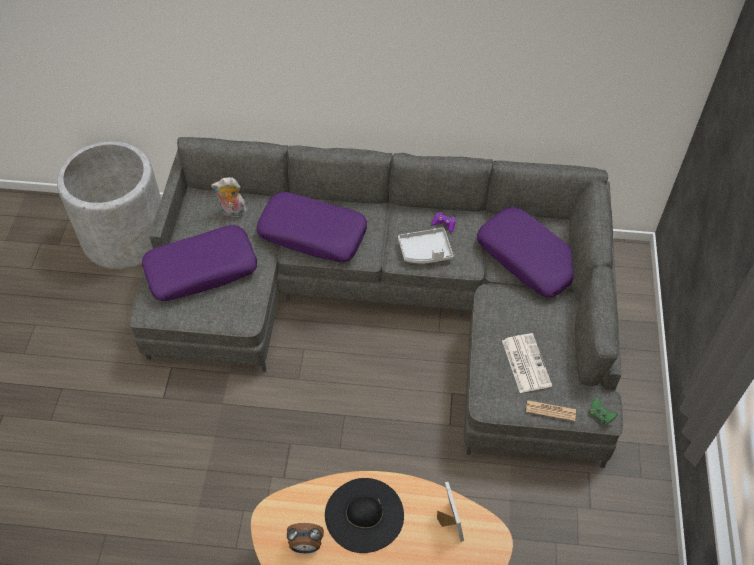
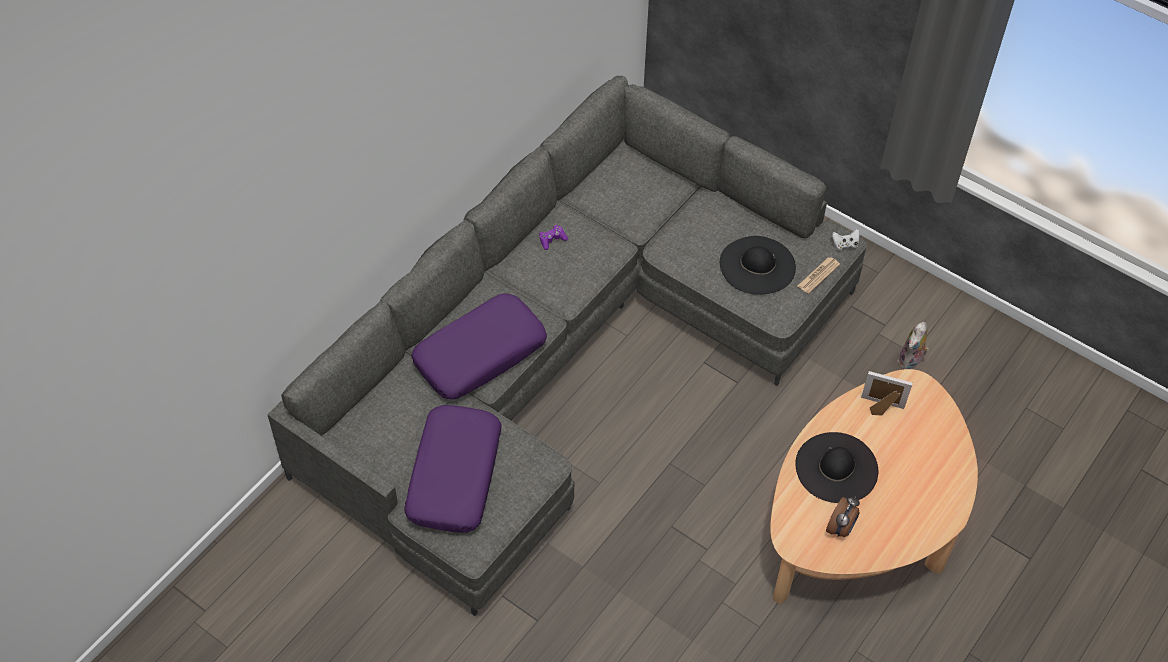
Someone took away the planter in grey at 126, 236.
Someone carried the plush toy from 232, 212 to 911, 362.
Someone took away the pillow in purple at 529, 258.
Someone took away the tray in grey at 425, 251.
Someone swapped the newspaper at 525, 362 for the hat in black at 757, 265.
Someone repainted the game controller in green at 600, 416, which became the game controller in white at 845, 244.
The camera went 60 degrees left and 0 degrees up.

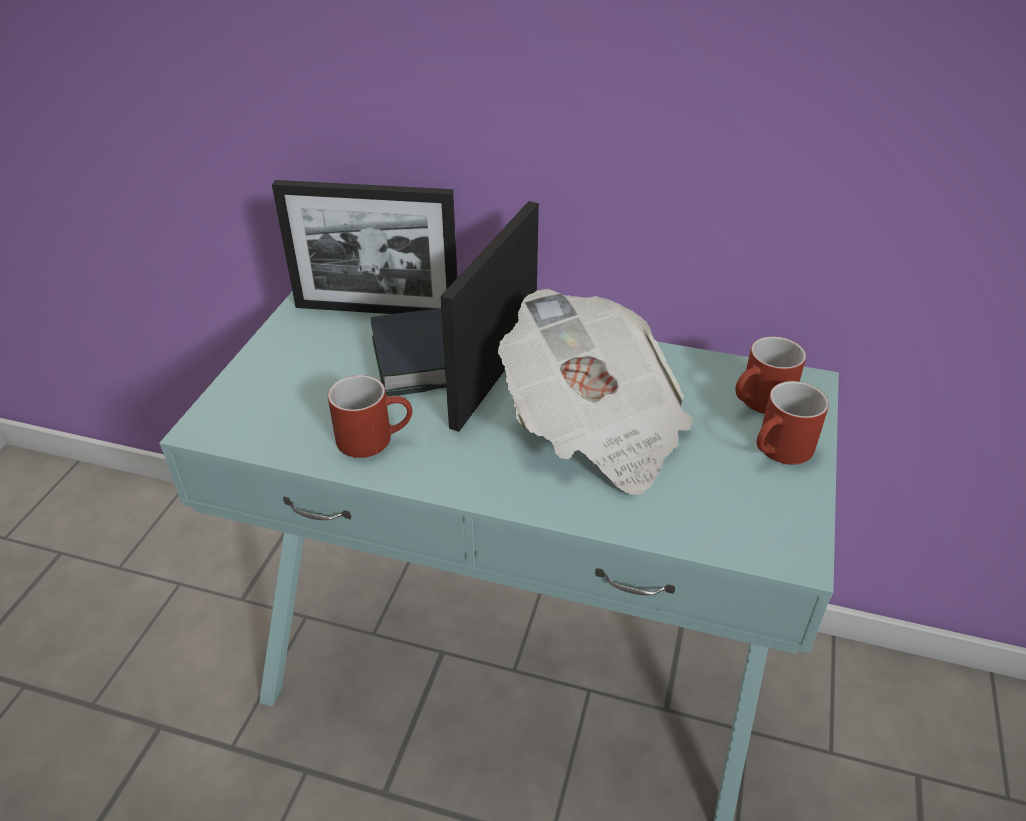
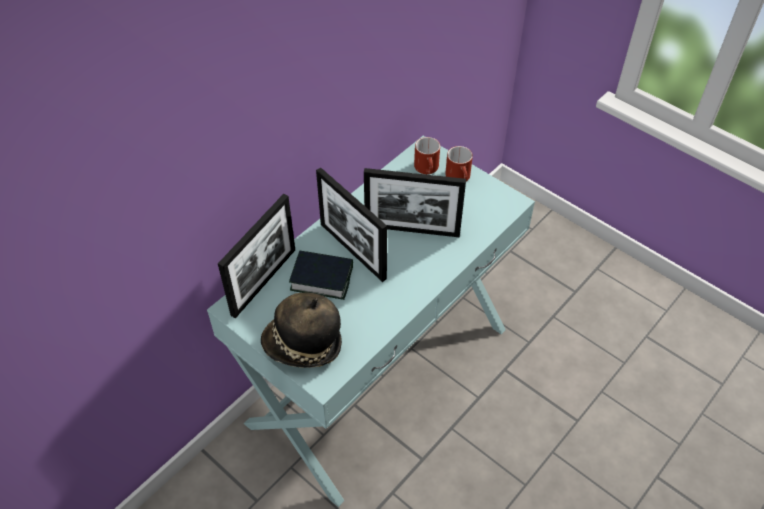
Someone swapped the newspaper at 595, 428 for the picture frame at 412, 230.
Someone took away the mug in red at 375, 437.
Someone put down the hat at 303, 345.
The camera went 65 degrees left and 10 degrees up.

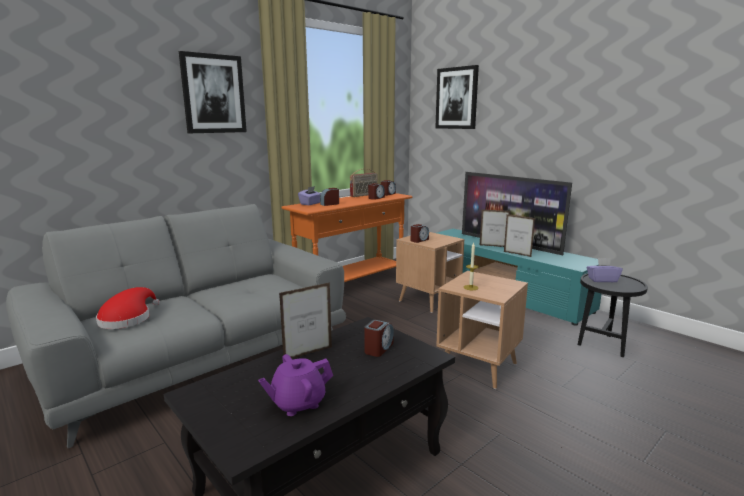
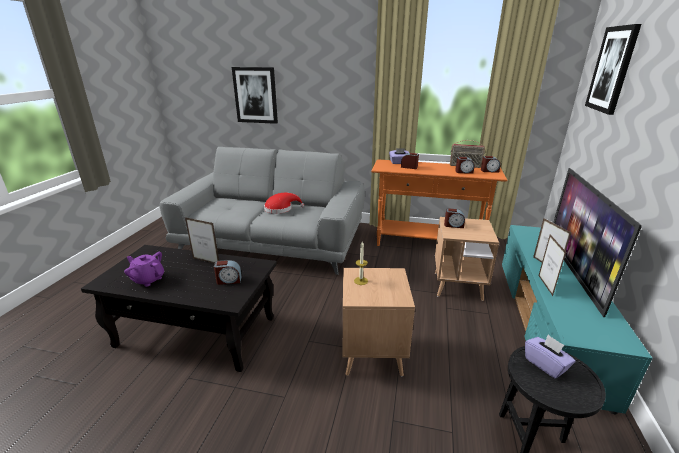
Someone carried the picture from 213, 94 to 255, 95.
Someone carried the hat in red from 127, 318 to 280, 209.
The camera went 55 degrees right and 10 degrees up.

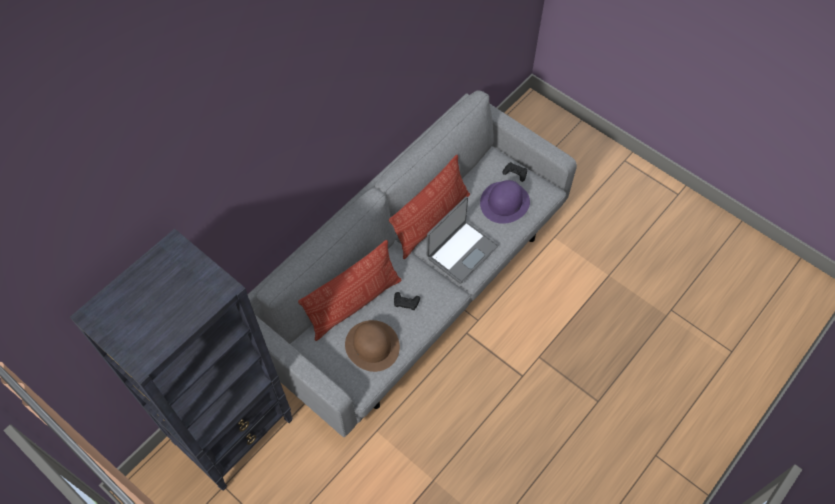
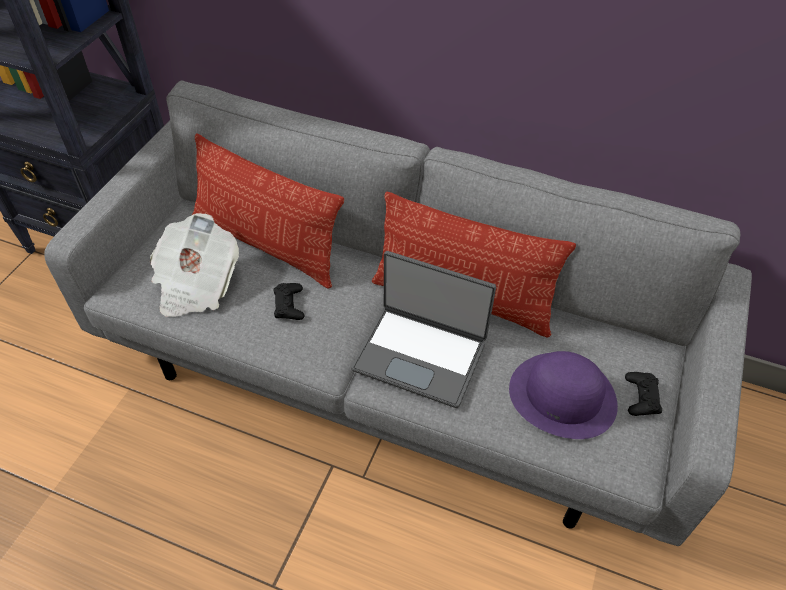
Someone swapped the hat in brown at 372, 345 for the newspaper at 196, 284.
The camera went 70 degrees right and 10 degrees down.

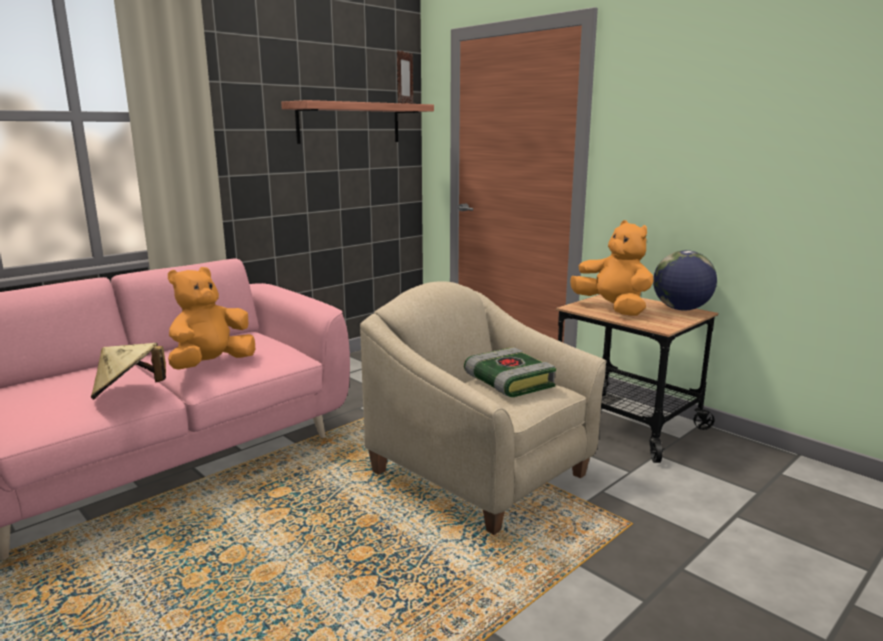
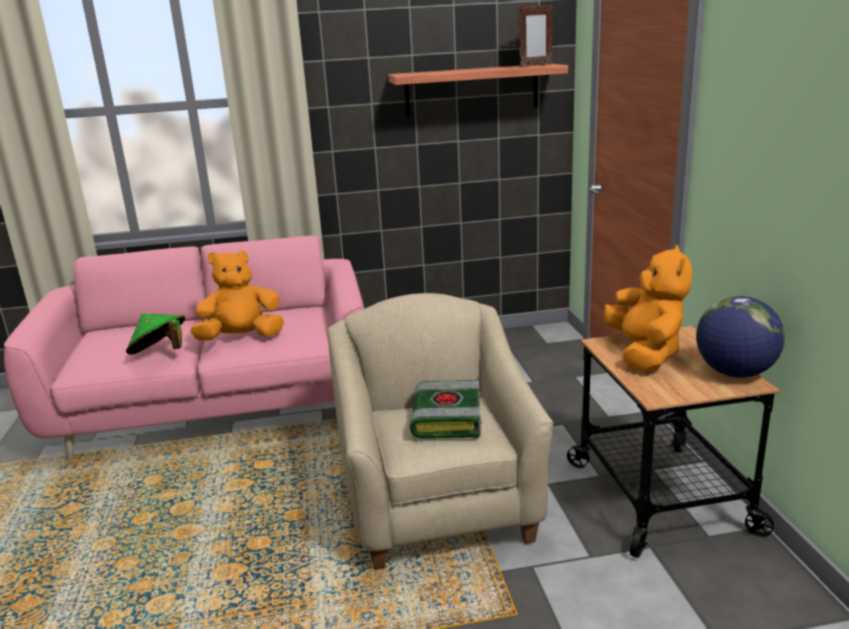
Someone repainted the hat in beige at 129, 393, which became the hat in green at 160, 353.
The camera went 35 degrees right and 5 degrees up.

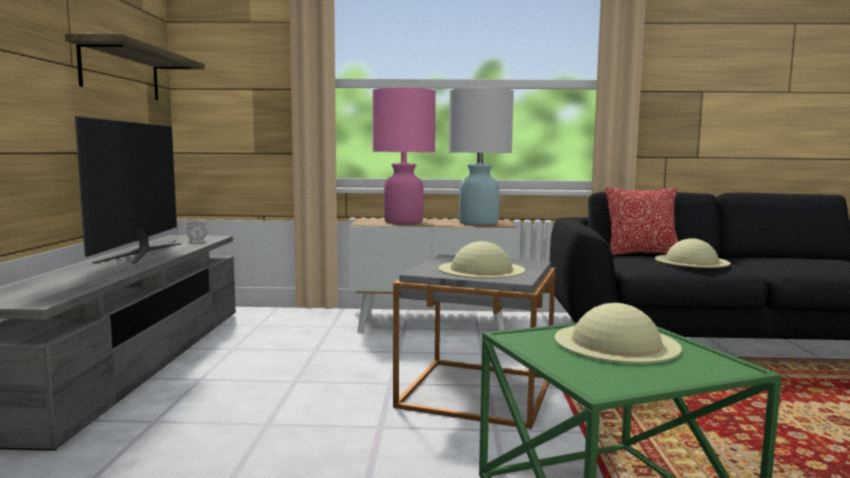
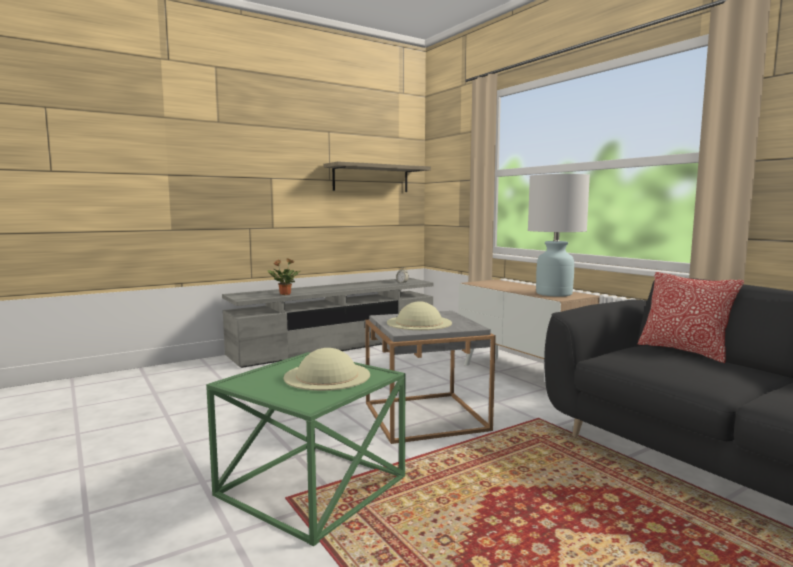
Someone took away the table lamp in pink at 403, 221.
Someone took away the television at 141, 252.
Someone took away the hat in beige at 691, 261.
Someone put down the potted plant at 284, 294.
The camera went 55 degrees right and 0 degrees up.

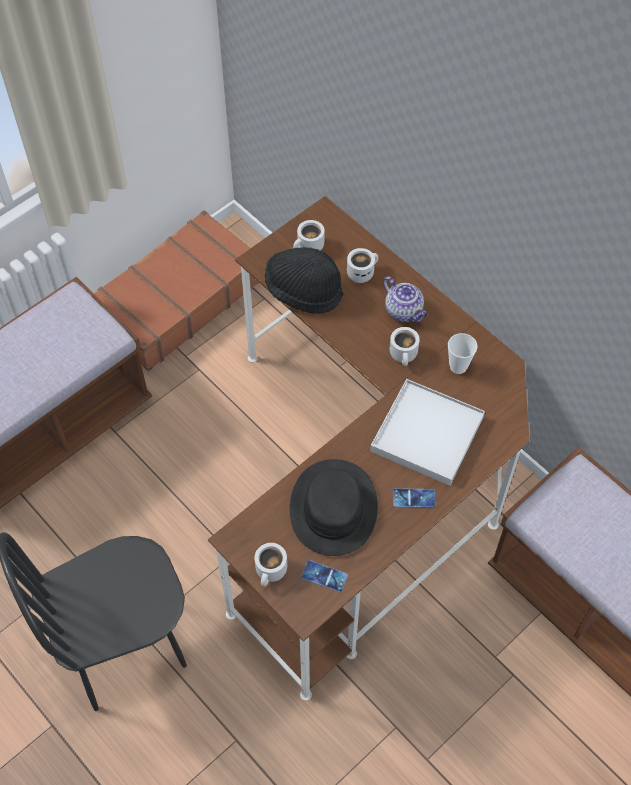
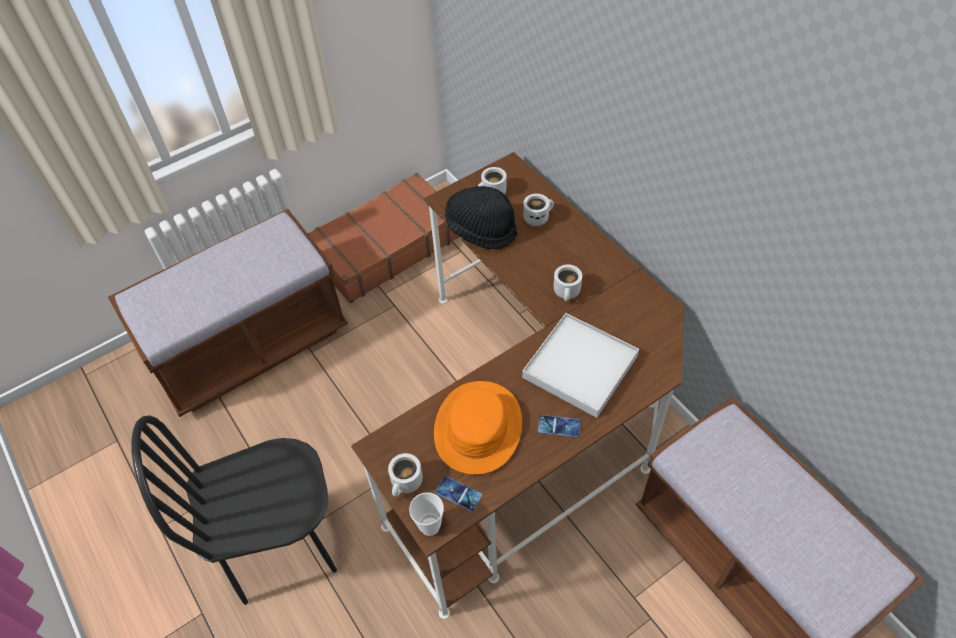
Someone took away the teapot at 404, 311.
Someone carried the cup from 458, 367 to 430, 526.
Someone repainted the hat in black at 333, 508, which became the hat in orange at 477, 428.
The camera went 10 degrees right and 5 degrees down.

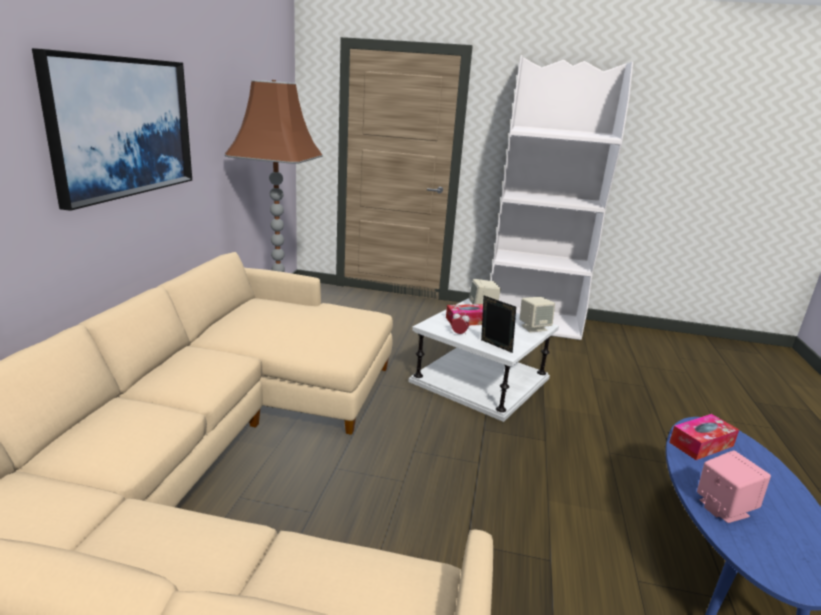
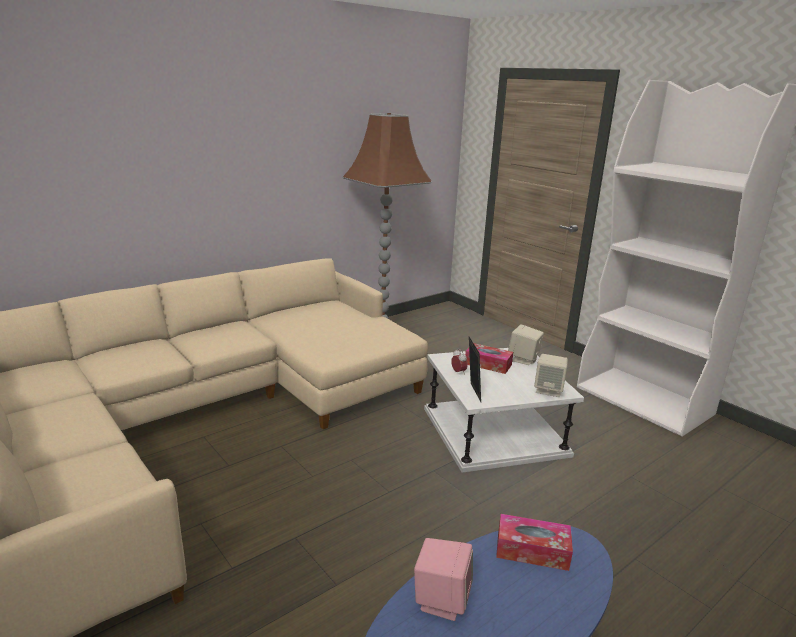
Someone took away the picture at 123, 127.
The camera went 40 degrees right and 0 degrees up.

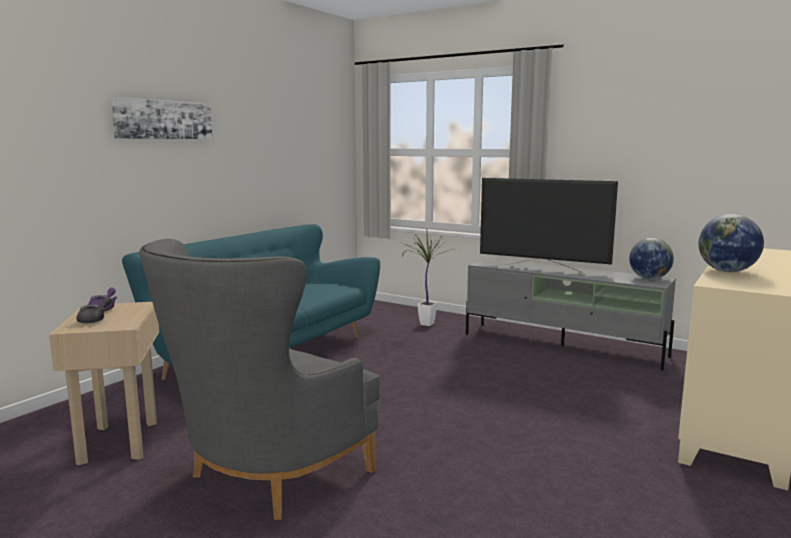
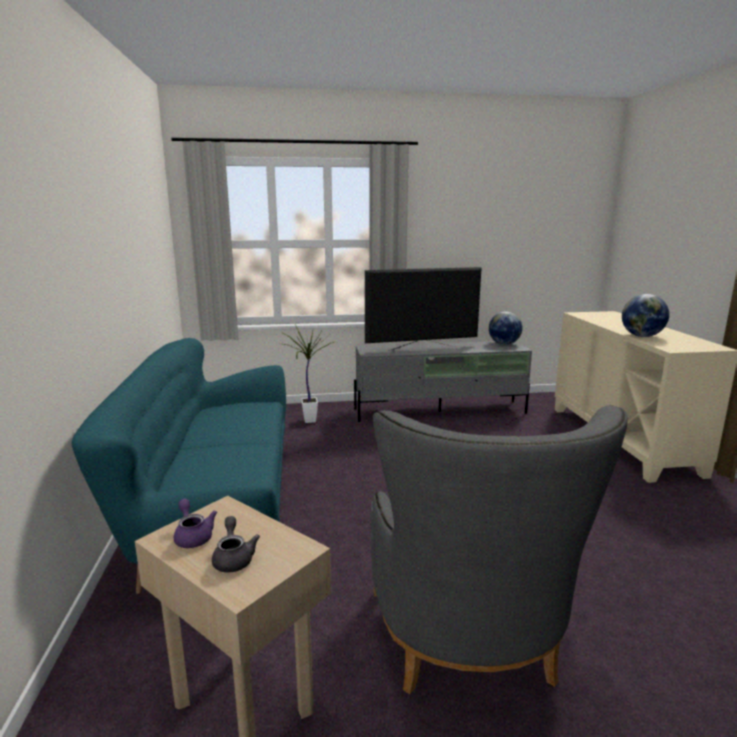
Someone took away the picture at 163, 119.
The camera went 40 degrees left and 5 degrees up.

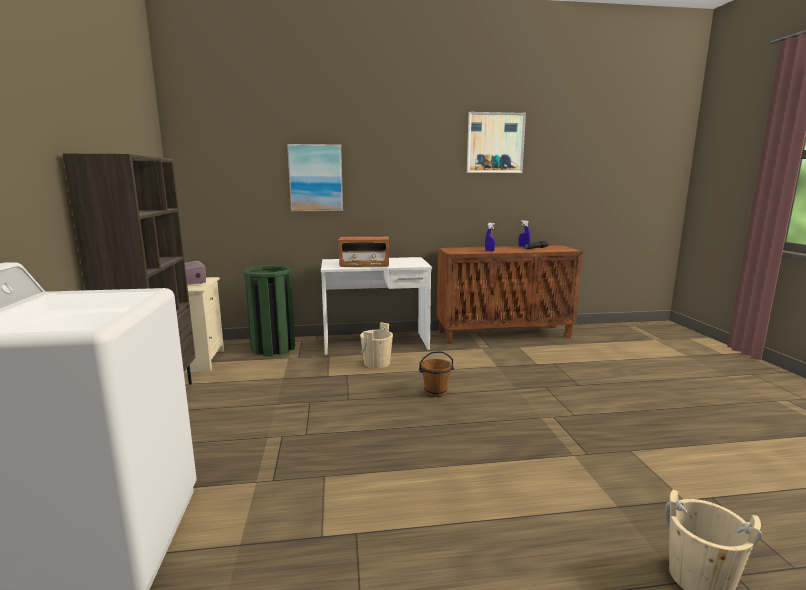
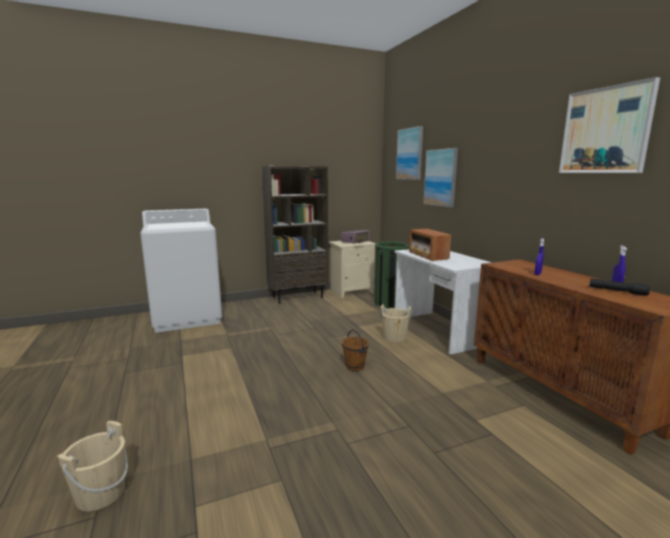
Someone put up the picture at 410, 154.
The camera went 75 degrees right and 0 degrees up.

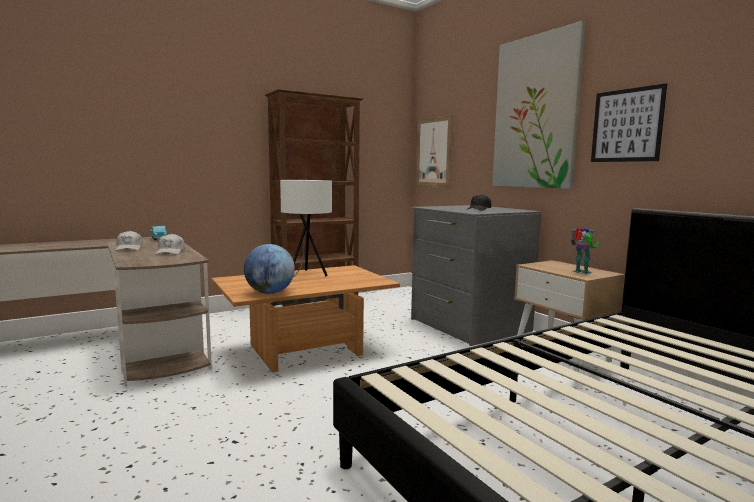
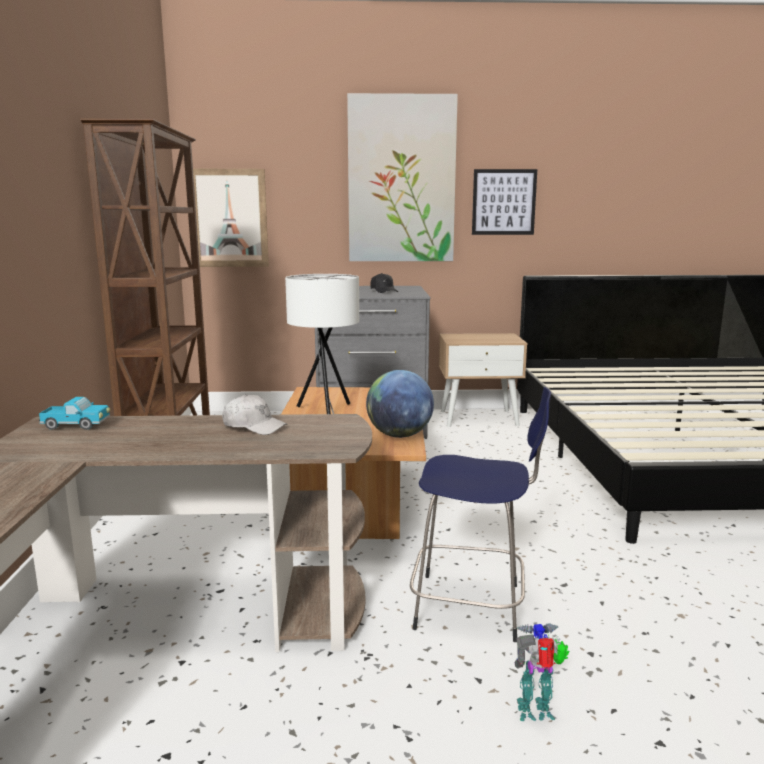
Someone carried the toy robot from 582, 272 to 537, 713.
Someone took away the cap in white at 129, 248.
Someone put down the stool in blue at 472, 607.
The camera went 60 degrees left and 5 degrees up.

